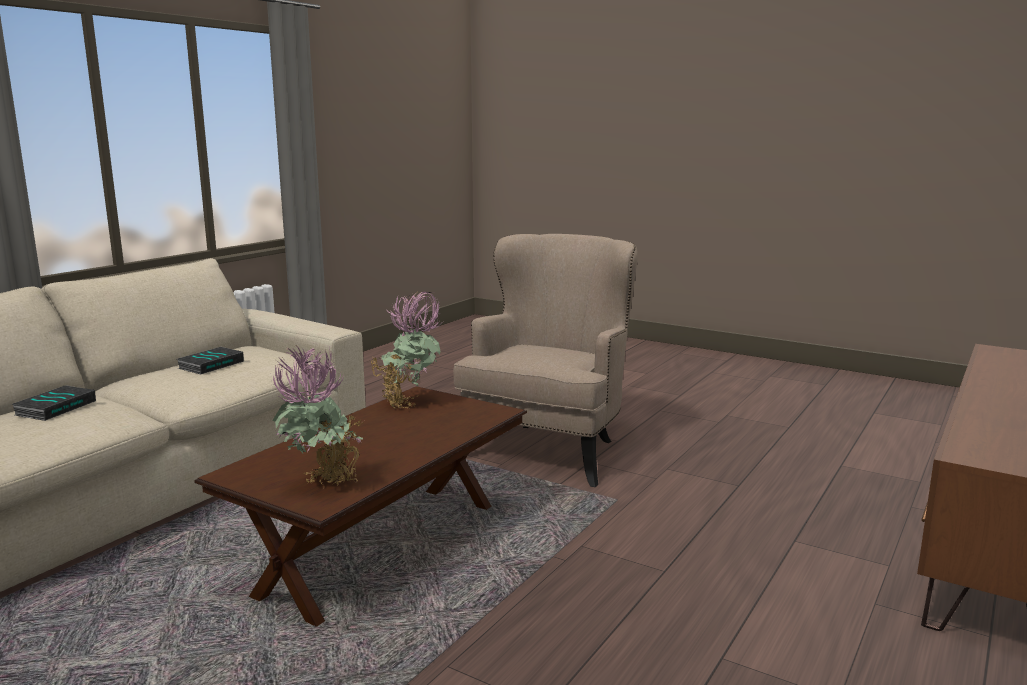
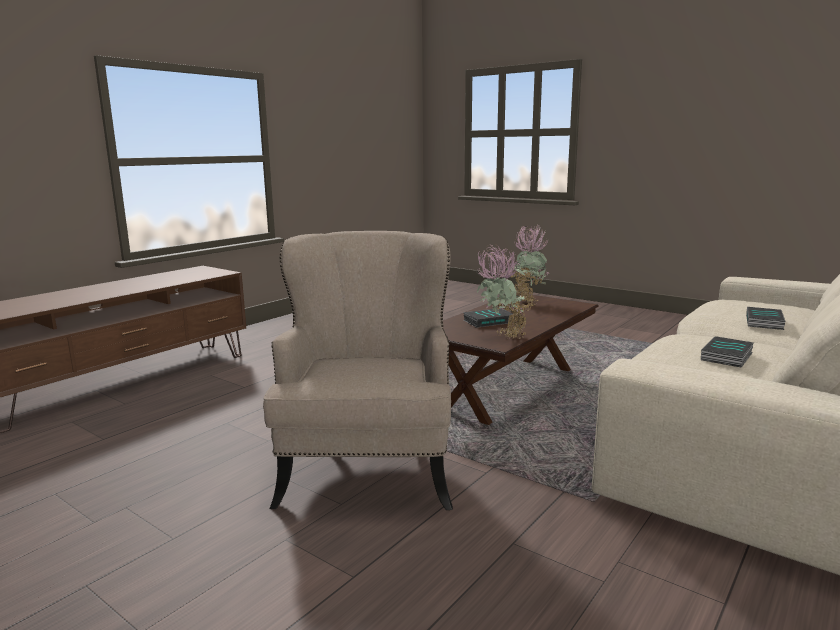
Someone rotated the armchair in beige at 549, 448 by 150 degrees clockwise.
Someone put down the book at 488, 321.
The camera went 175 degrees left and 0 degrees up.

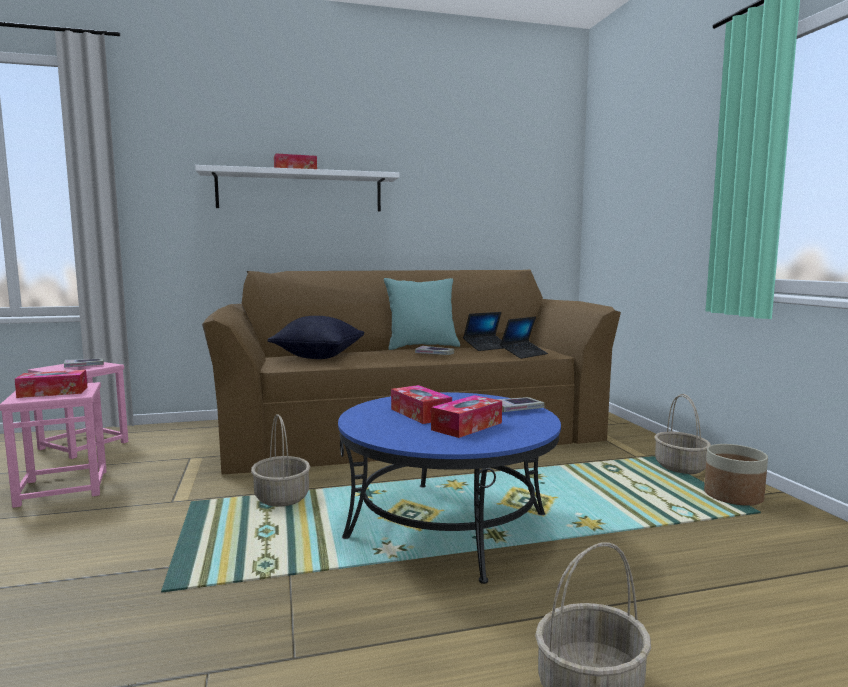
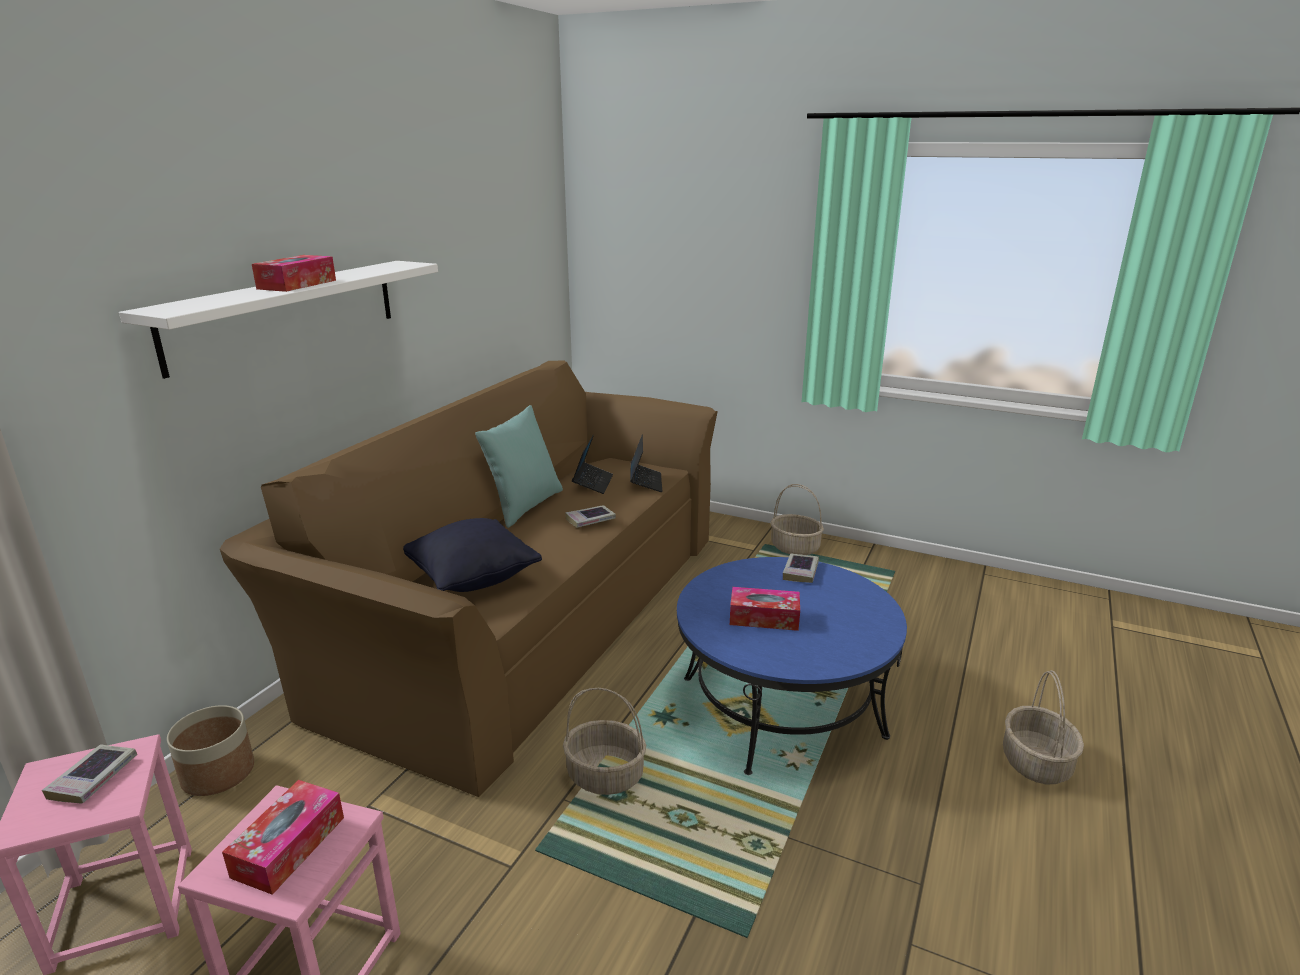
Someone took away the tissue box at 467, 426.
Someone carried the planter from 733, 496 to 218, 773.
The camera went 50 degrees left and 15 degrees up.

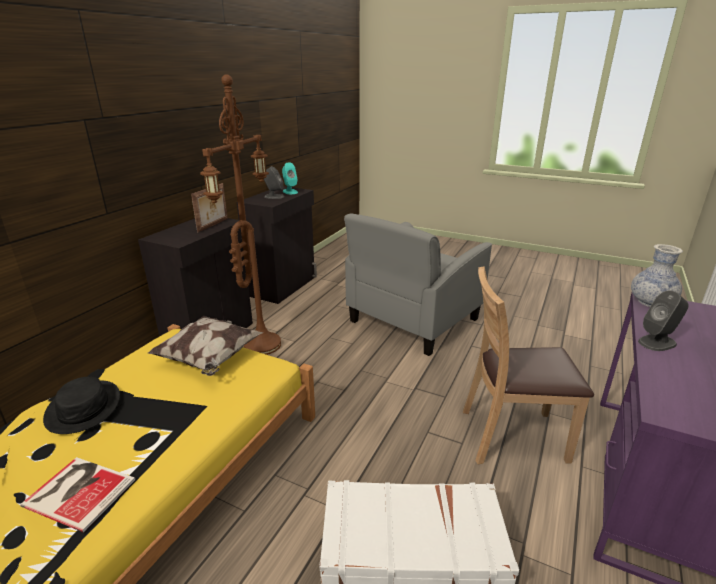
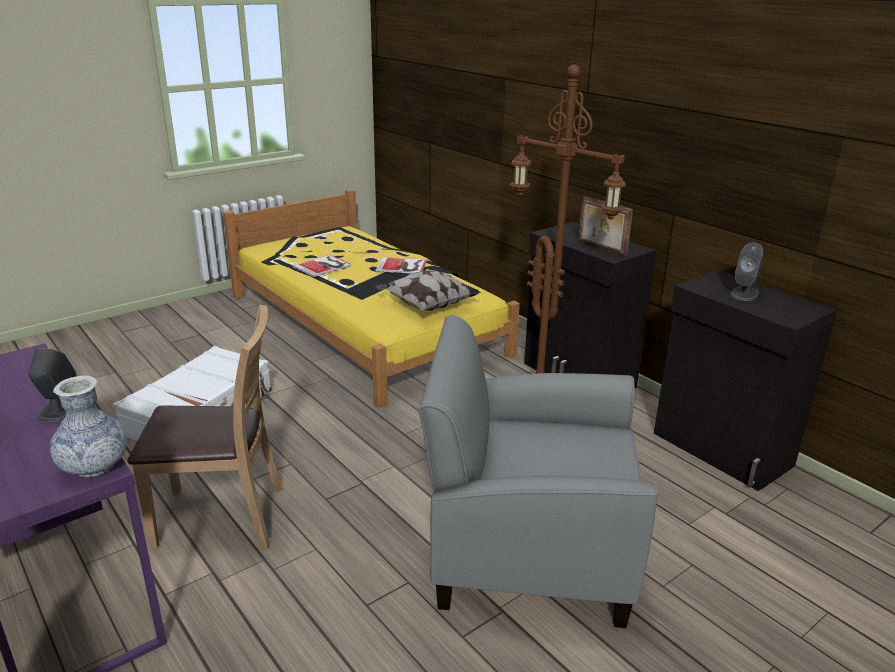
Someone took away the speaker in turquoise at 290, 192.
Someone rotated the armchair in grey at 413, 321 by 60 degrees counterclockwise.
Someone rotated the chair in brown at 511, 436 by 60 degrees clockwise.
Someone swapped the hat in black at 84, 407 for the book at 402, 266.
The camera went 115 degrees right and 0 degrees up.

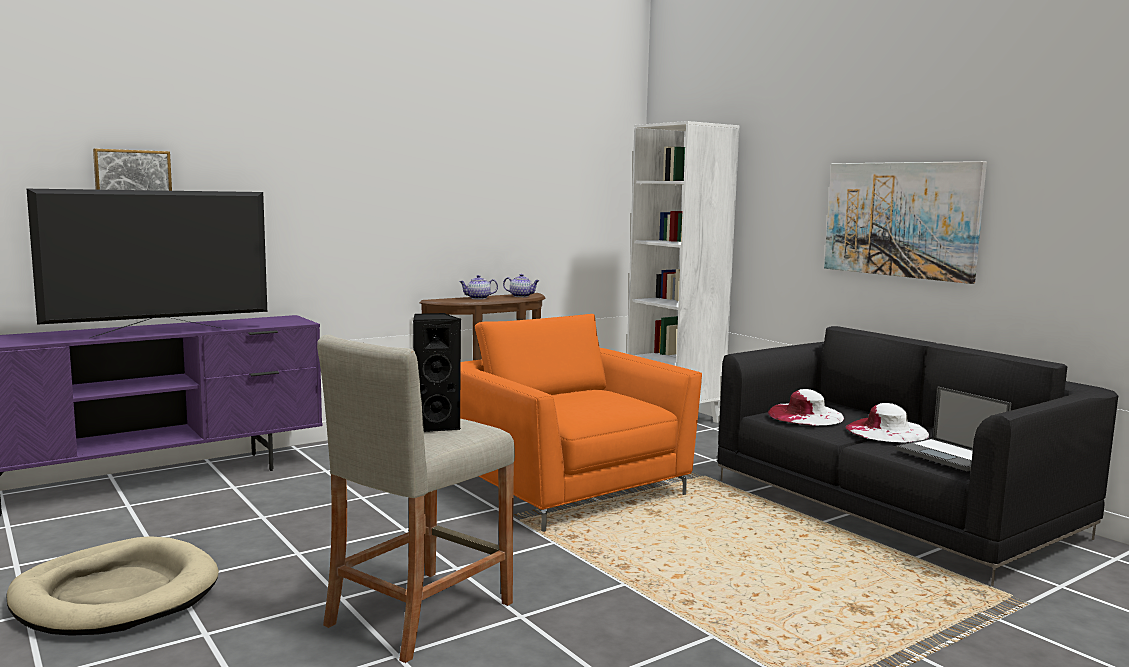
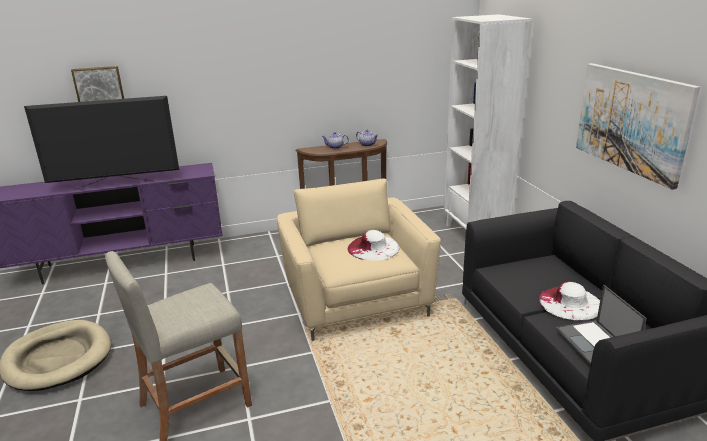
Someone took away the speaker in black at 434, 426.
Someone repainted the armchair in orange at 569, 488, which became the armchair in beige at 356, 300.
Someone carried the hat in white from 805, 415 to 373, 248.
The camera went 20 degrees right and 15 degrees up.

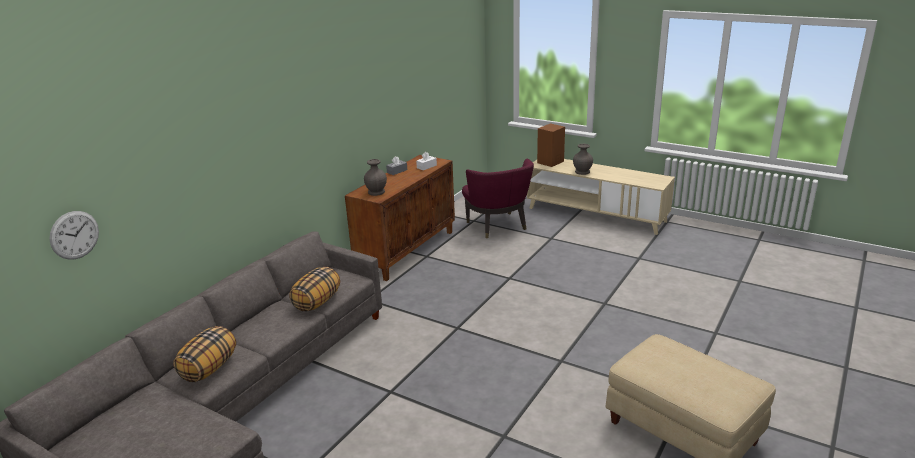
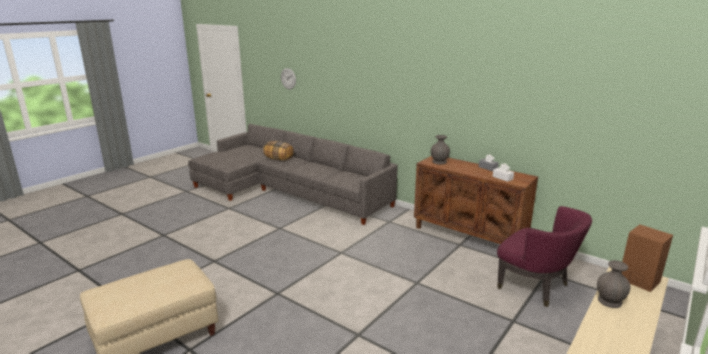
Someone rotated the armchair in purple at 498, 226 by 120 degrees counterclockwise.
Someone took away the pillow at 317, 302.
The camera went 95 degrees right and 5 degrees down.

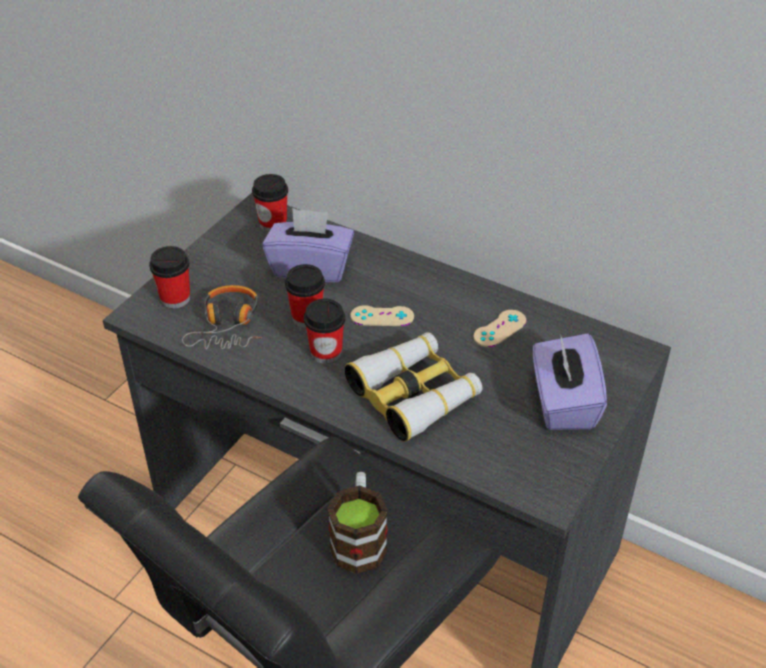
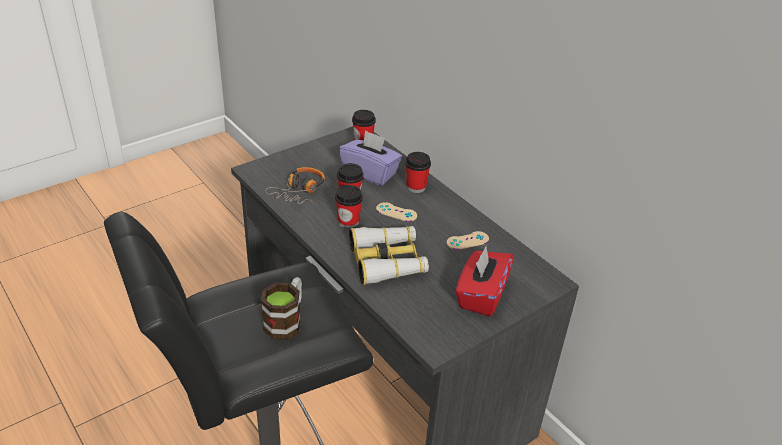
Someone carried the cup from 175, 298 to 416, 187.
Someone repainted the tissue box in purple at 563, 402, which became the tissue box in red at 481, 295.
The camera went 20 degrees right and 5 degrees down.

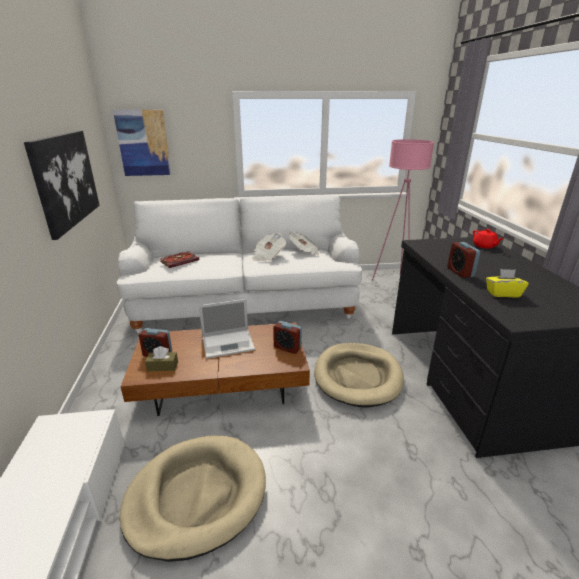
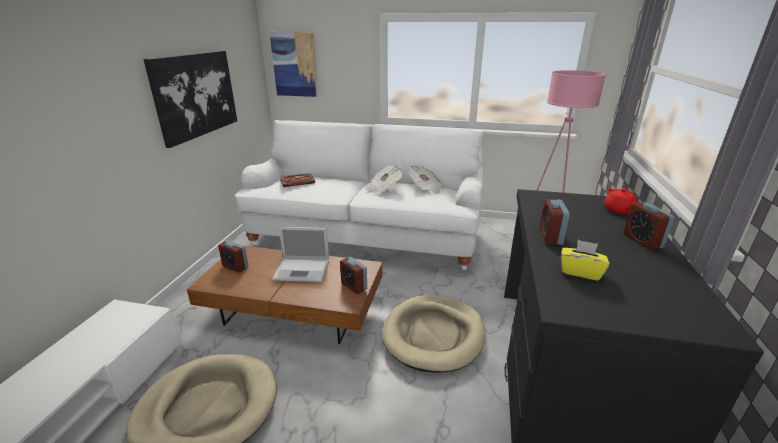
Someone took away the tissue box in brown at 162, 366.
Someone put down the alarm clock at 642, 241.
The camera went 20 degrees right and 0 degrees up.

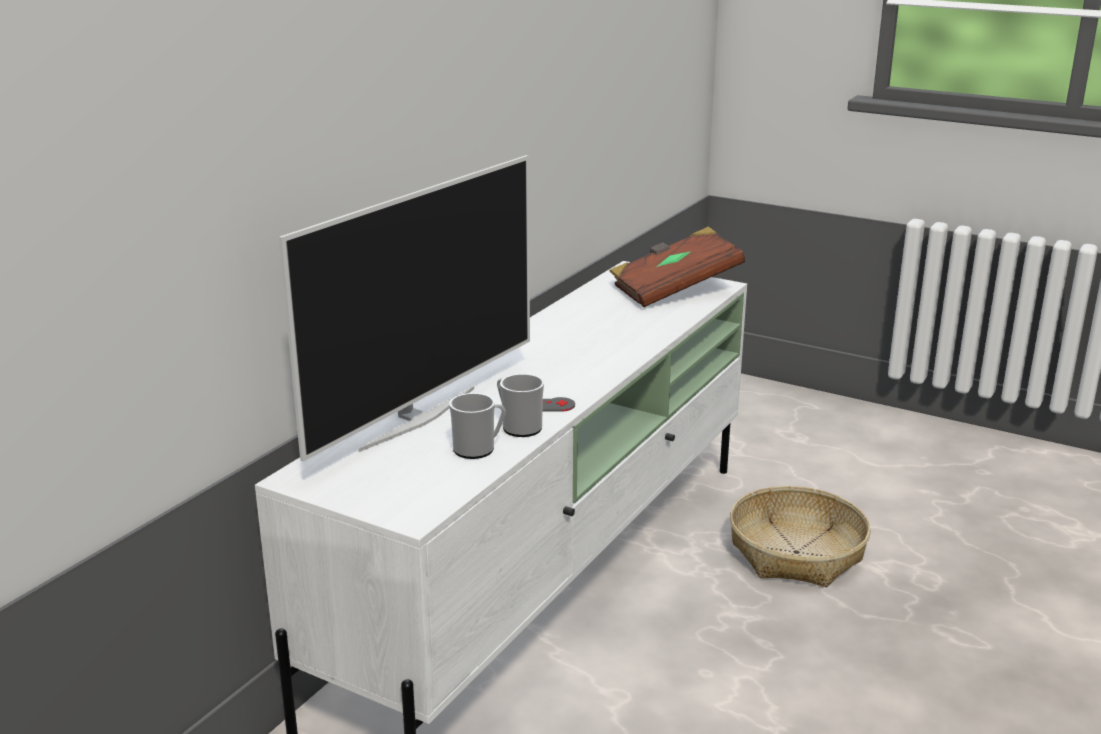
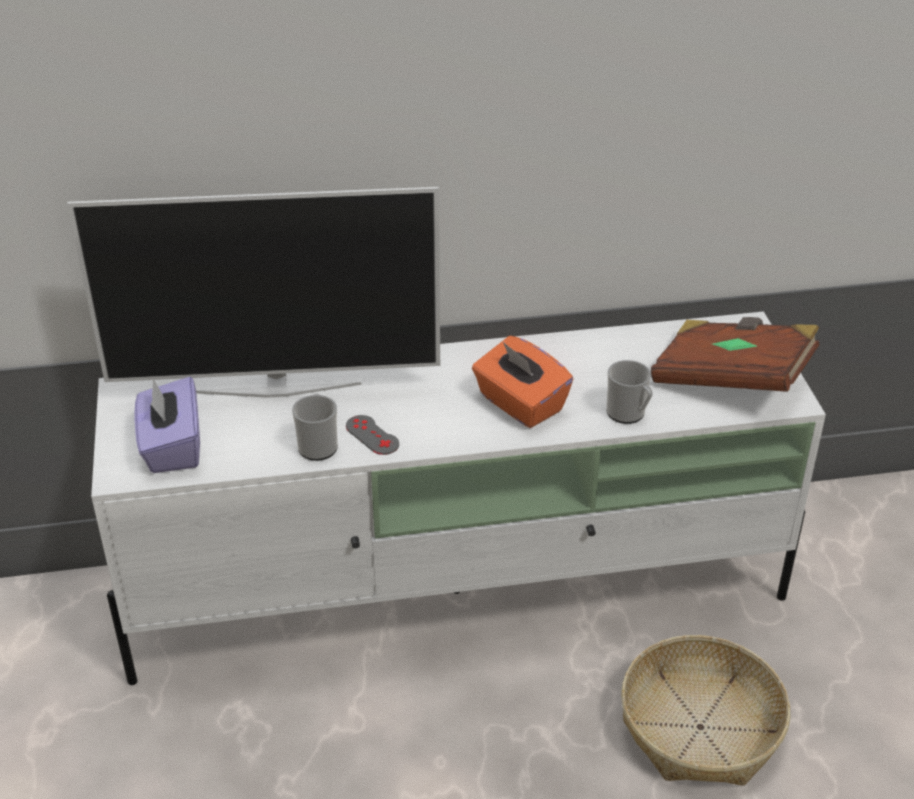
Someone carried the mug from 478, 449 to 628, 414.
Someone put down the tissue box in orange at 520, 404.
Someone put down the tissue box in purple at 172, 447.
The camera went 50 degrees right and 15 degrees up.

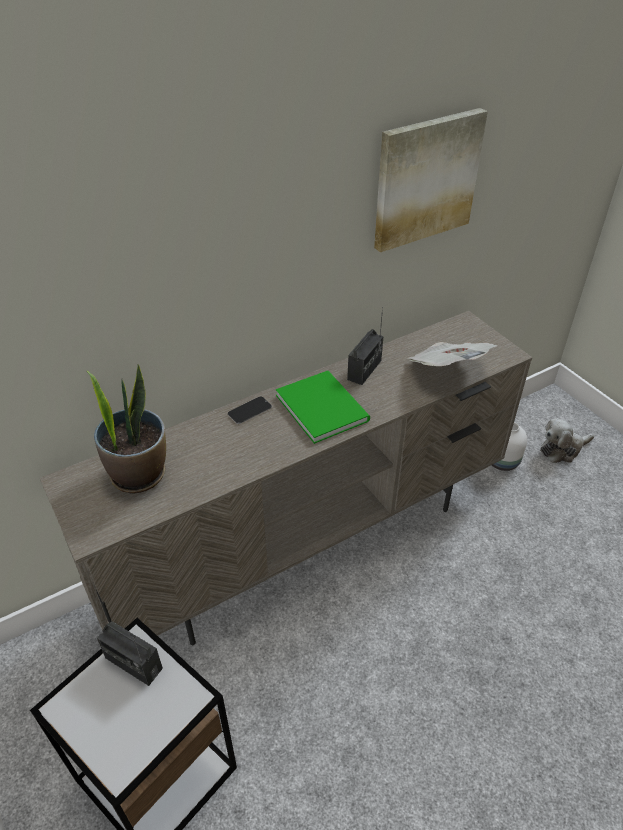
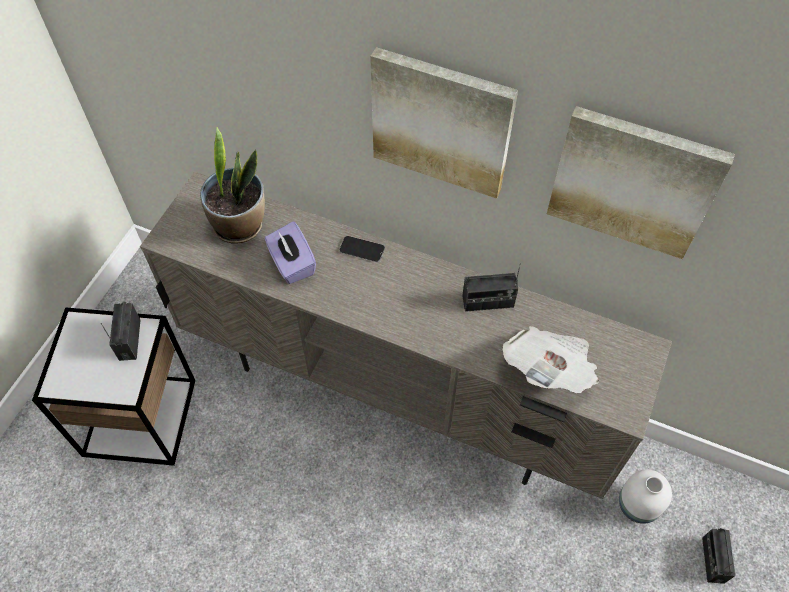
Someone took away the book in green at 322, 405.
Someone swapped the plush toy at 562, 449 for the radio at 712, 560.
Someone put up the picture at 442, 122.
Someone put down the tissue box in purple at 292, 264.
The camera went 55 degrees right and 15 degrees up.

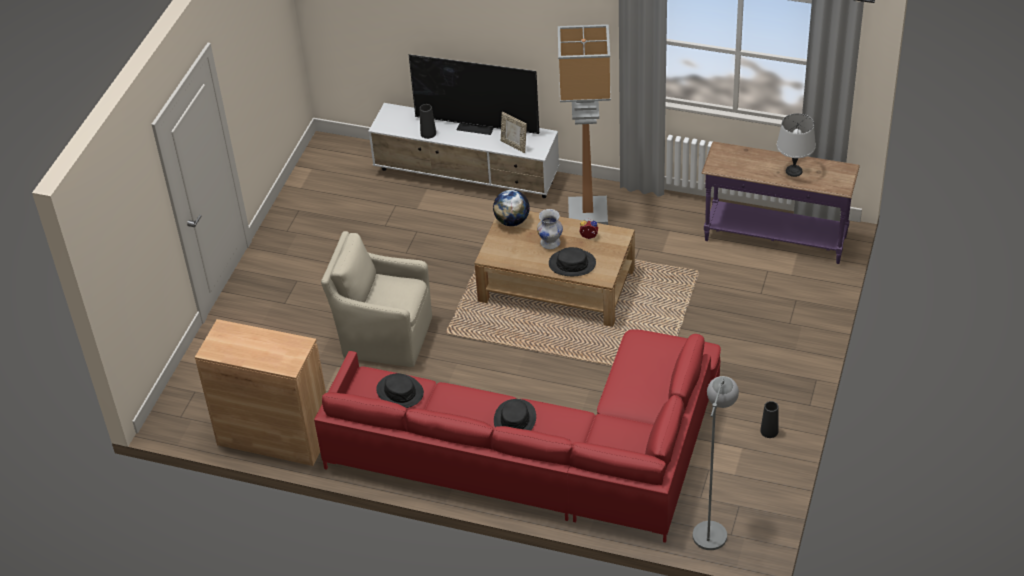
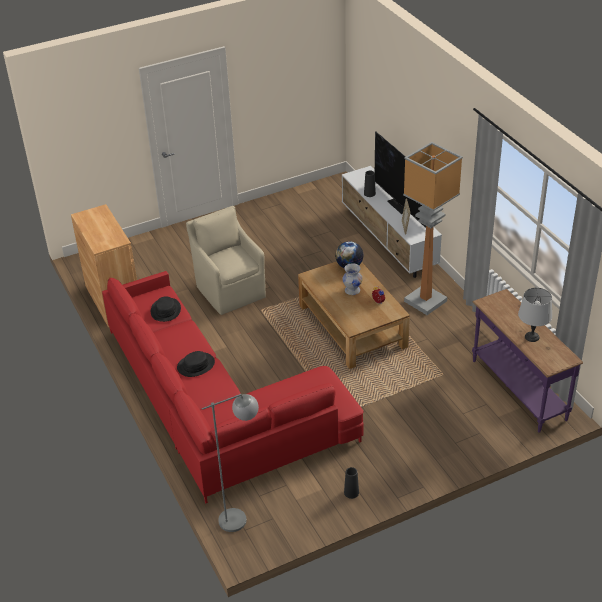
Someone took away the hat in black at 572, 263.
The camera went 45 degrees right and 5 degrees down.

